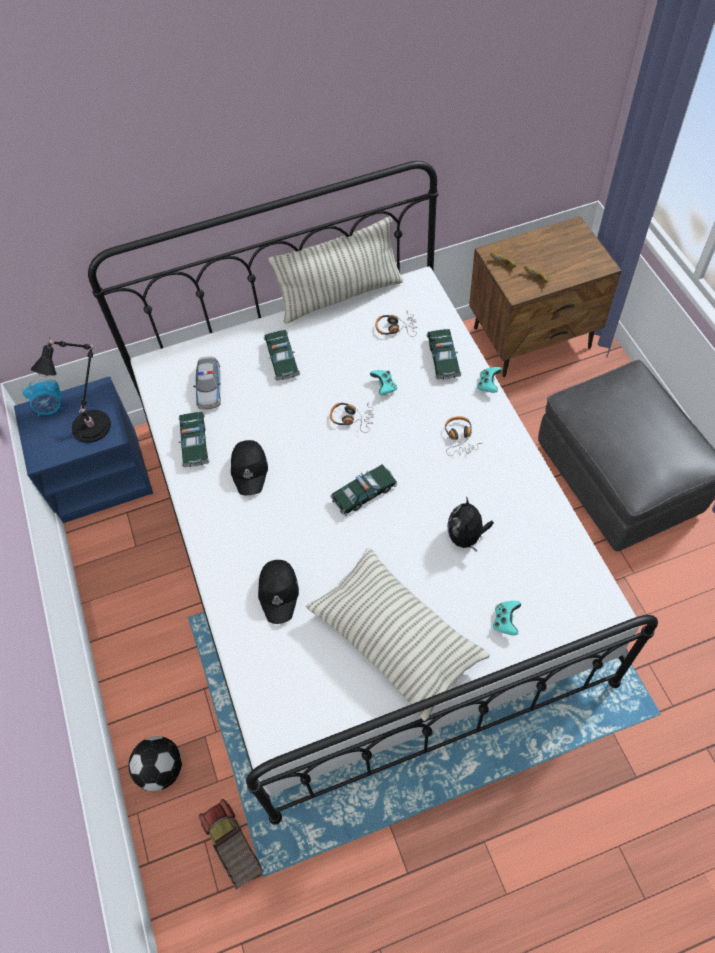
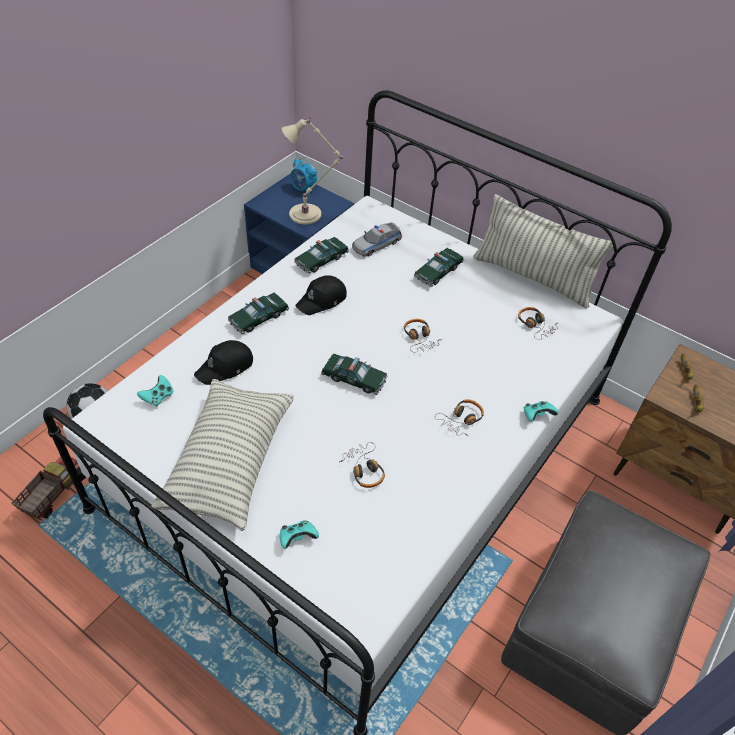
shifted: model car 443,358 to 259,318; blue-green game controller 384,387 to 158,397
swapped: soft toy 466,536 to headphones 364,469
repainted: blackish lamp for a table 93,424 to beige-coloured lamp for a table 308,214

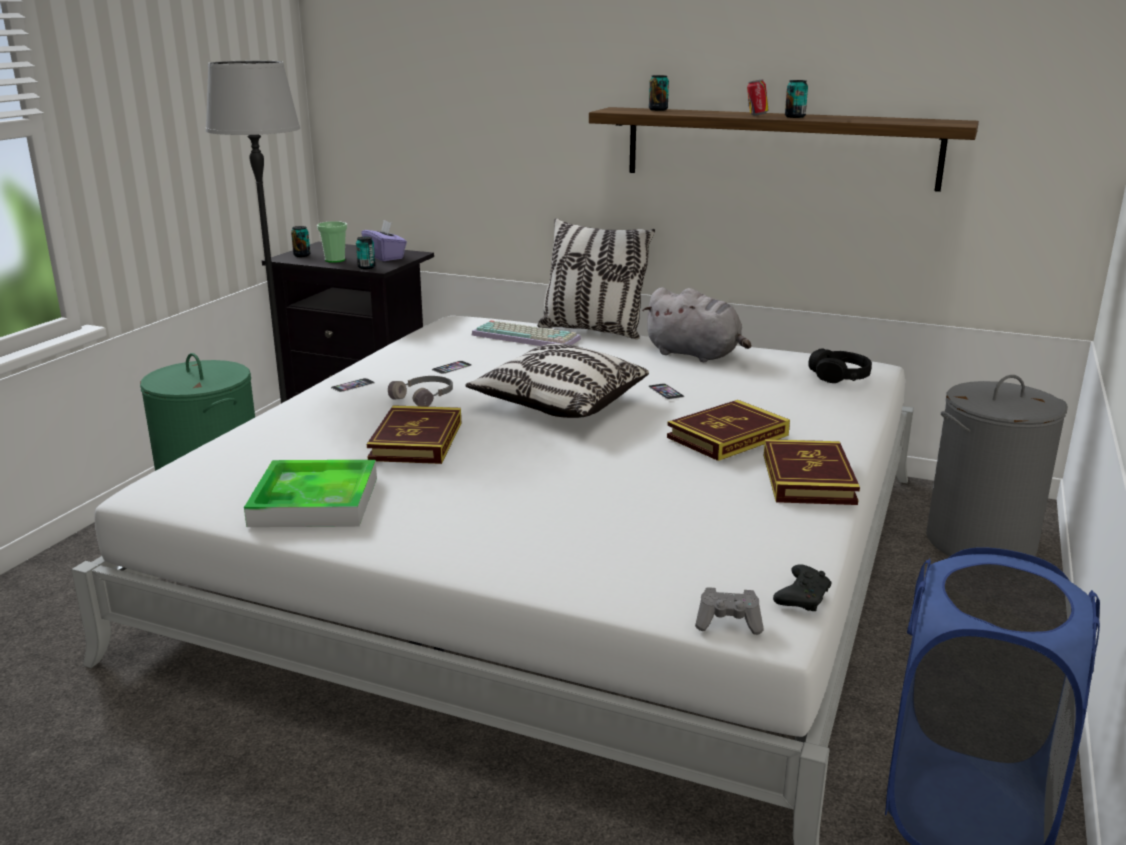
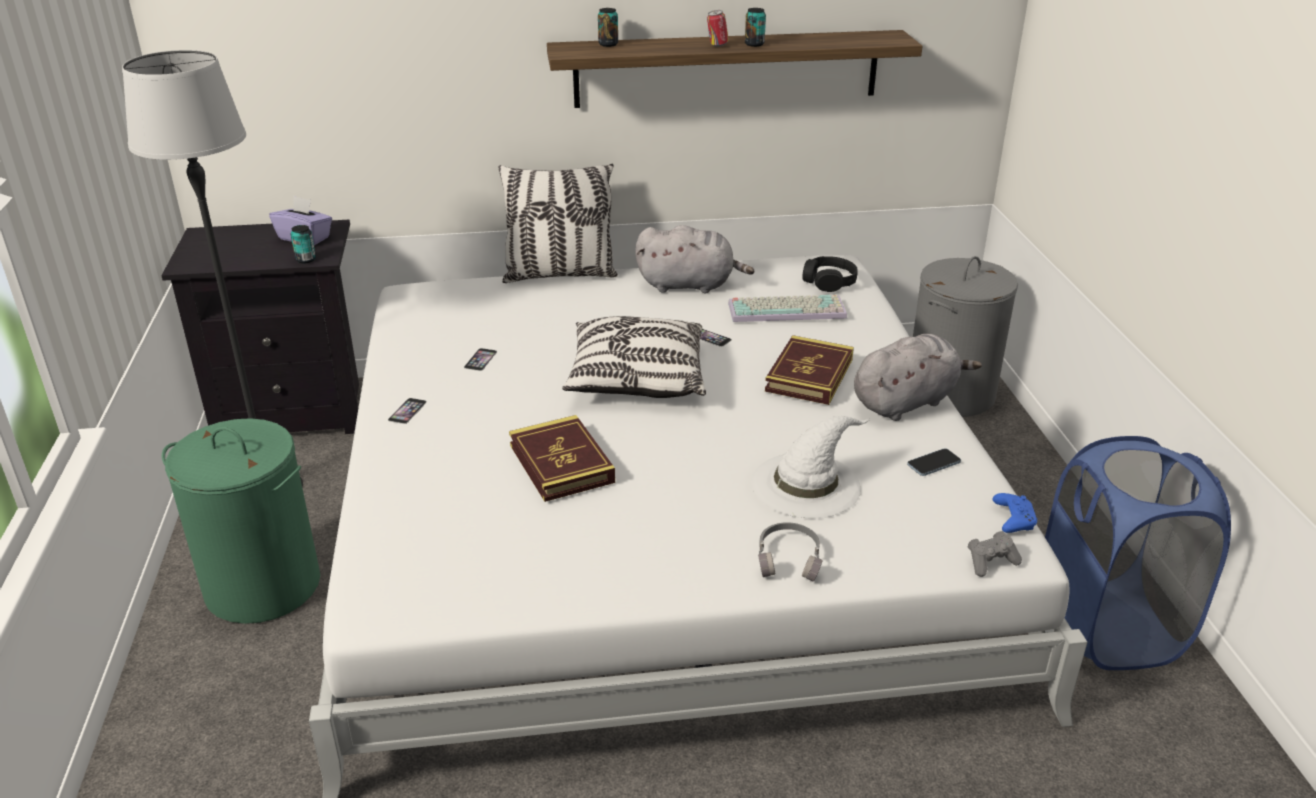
gone: drinking cup 335,260; can 302,255; carrying tray 314,501
new: white clothing hat 806,484; phone 933,464
shifted: computer keyboard 528,337 to 788,309; greyish headphones 425,397 to 789,559
swapped: bound book 808,479 to greyish soft toy 906,402
repainted: blackish game controller 802,597 to bluish game controller 1012,519

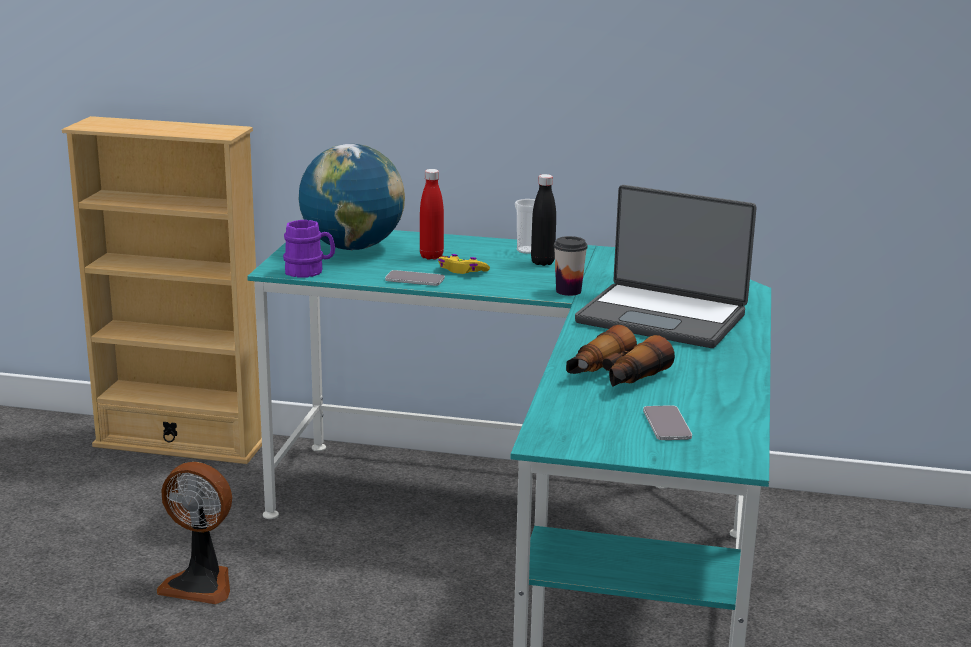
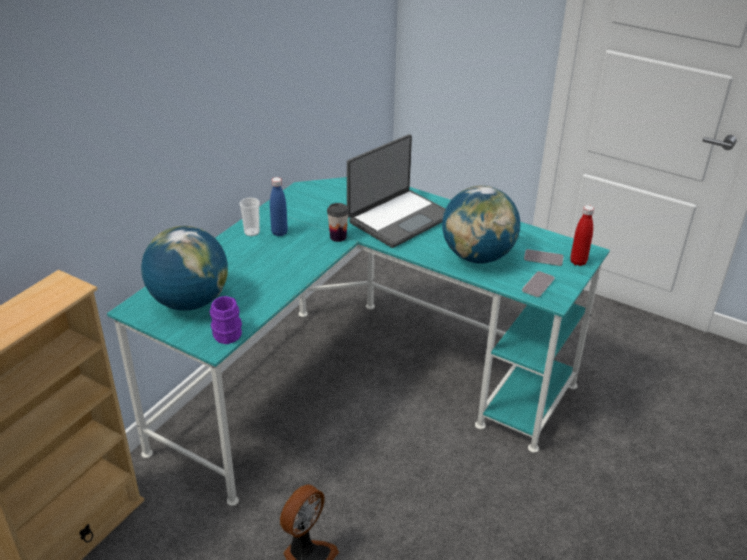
gone: yellow game controller 462,271
shifted: reddish bottle 431,256 to 578,262; phone 415,279 to 538,285
swapped: field glasses 614,377 to desk globe 477,257
repainted: blackish bottle 542,262 to bluish bottle 279,233

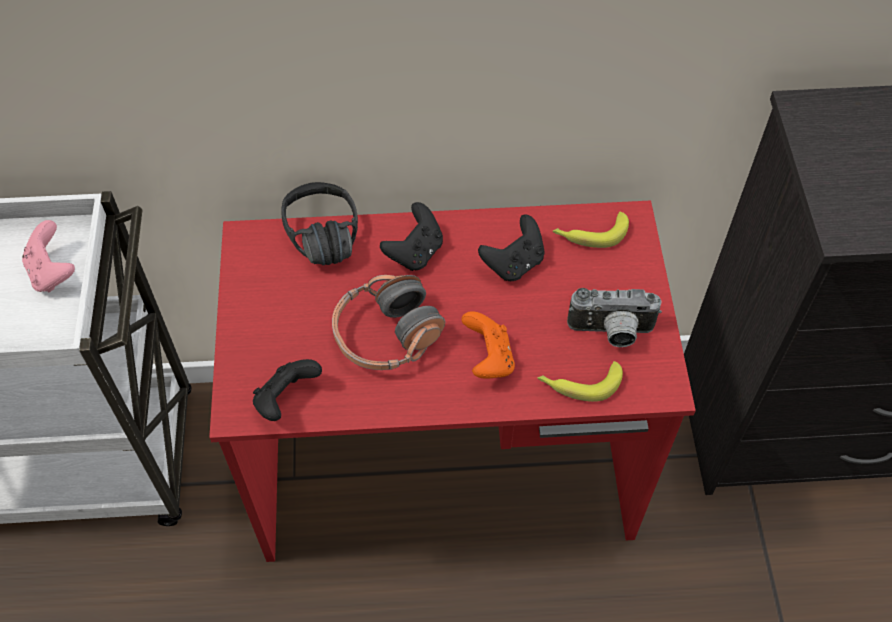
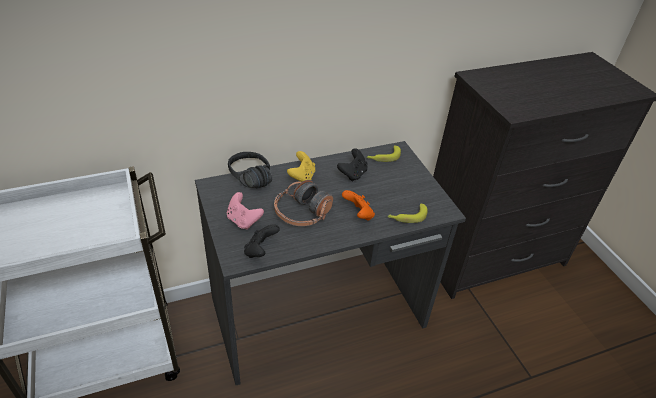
gone: photo camera 611,333
shifted: pink-coloured game controller 53,272 to 243,221
repainted: reddish desk 447,467 to greyish desk 319,314; blackish game controller 415,252 to yellow game controller 302,177

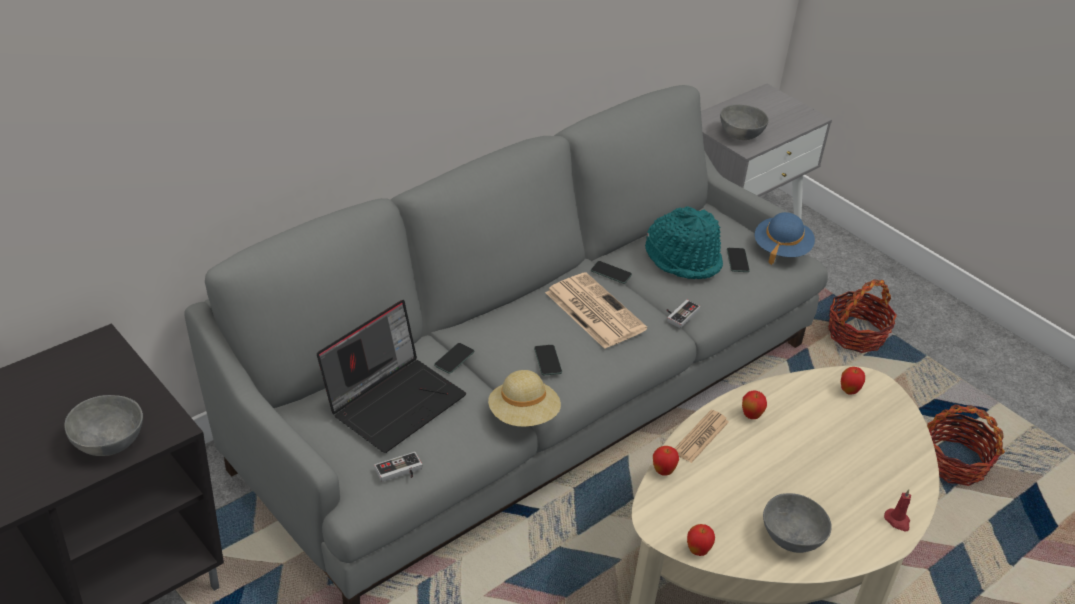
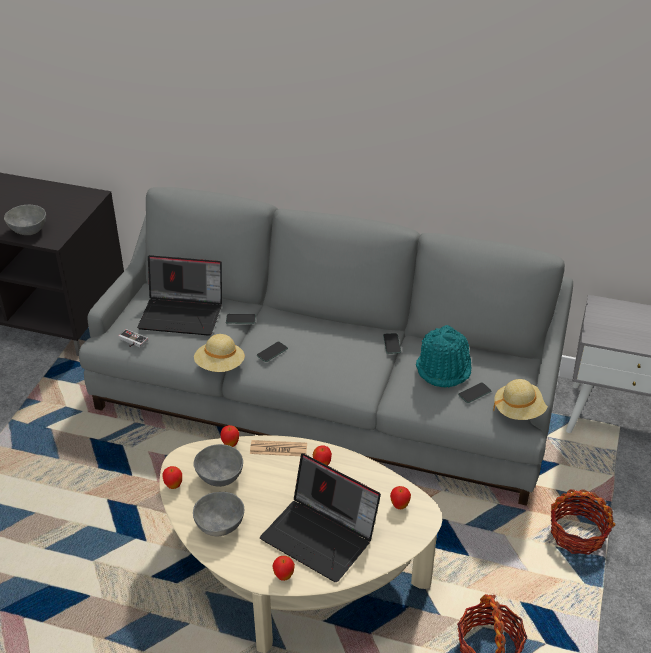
gone: newspaper 593,310; game controller 679,314
new: laptop 321,536
shifted: greyish deep dish 739,135 to 219,476
swapped: reddish wax candle 897,521 to whole apple 283,576
repainted: bluish clothing hat 781,249 to beige-coloured clothing hat 519,410

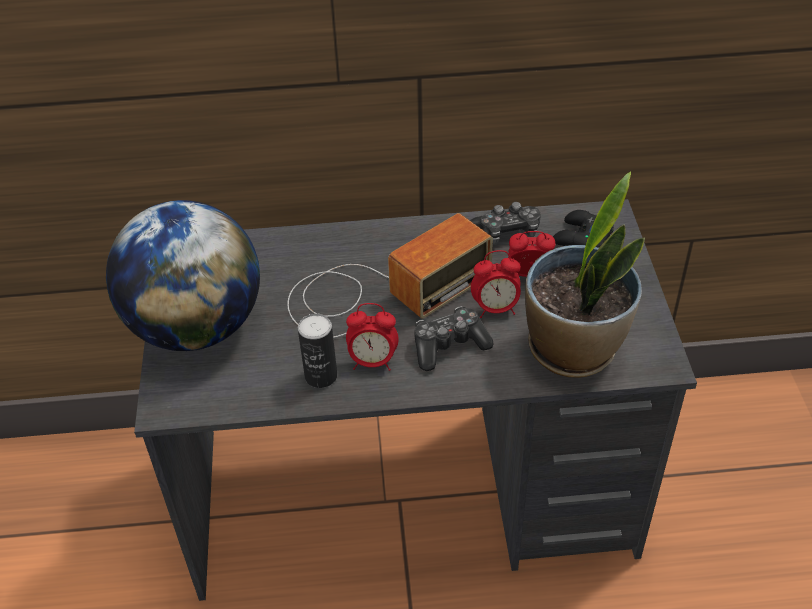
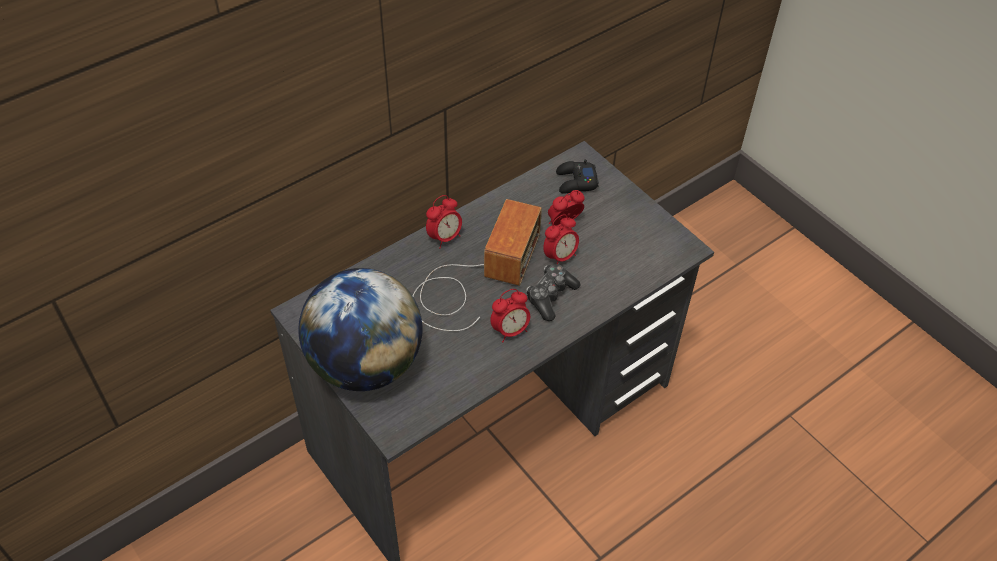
gone: houseplant 574,349; game controller 507,231; can 321,376
new: bedside clock 444,237

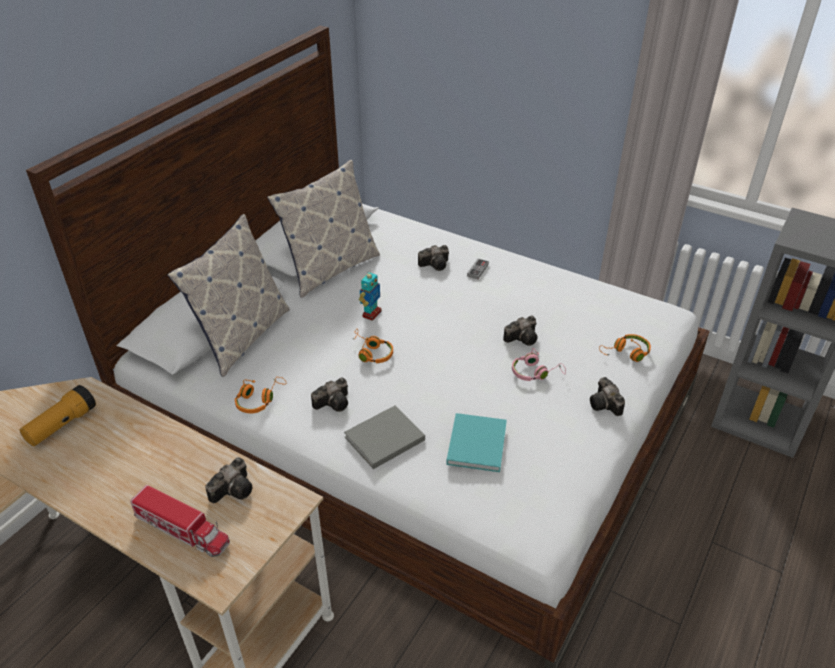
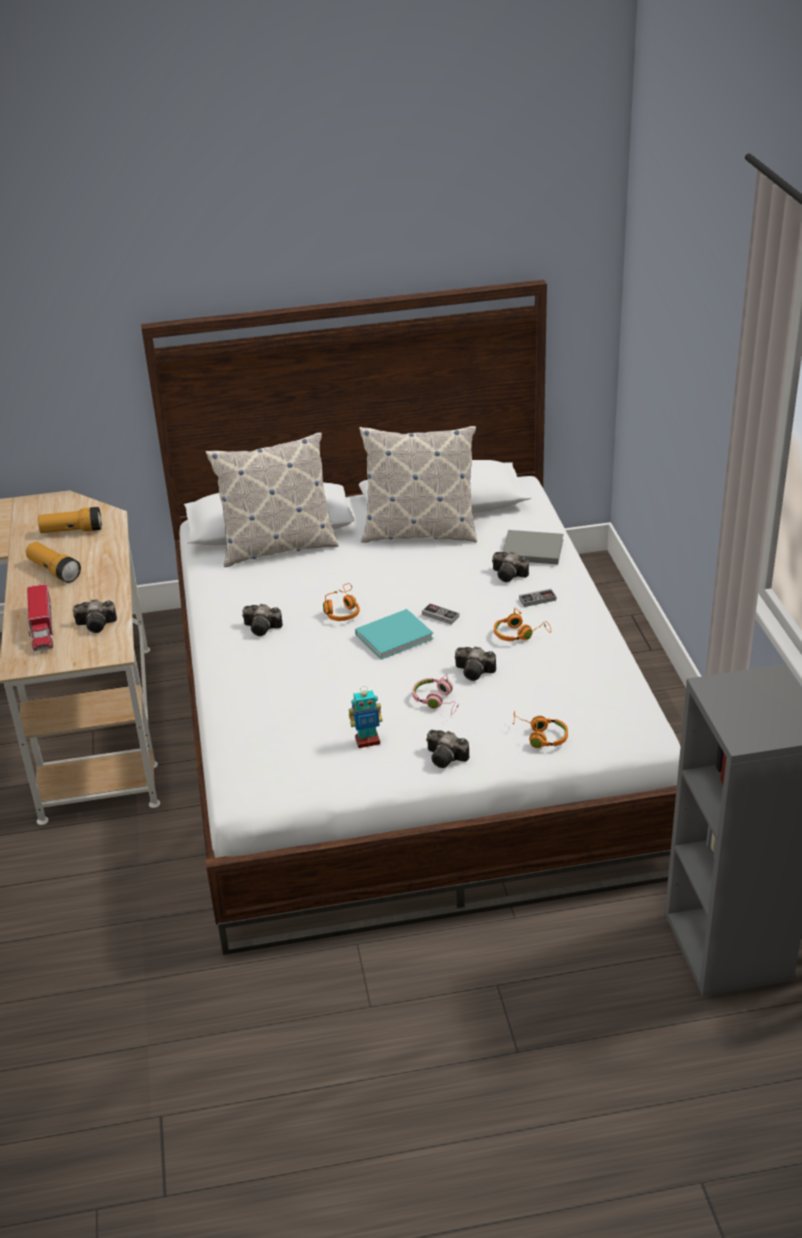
new: flashlight 54,571; game controller 440,615
shifted: robot figure 371,314 to 367,741; orange headphones 259,400 to 519,634; greyish bound book 382,439 to 530,549; blue-green bound book 477,442 to 396,636
rotated: photo camera 605,405 = 447,758 90 degrees counterclockwise

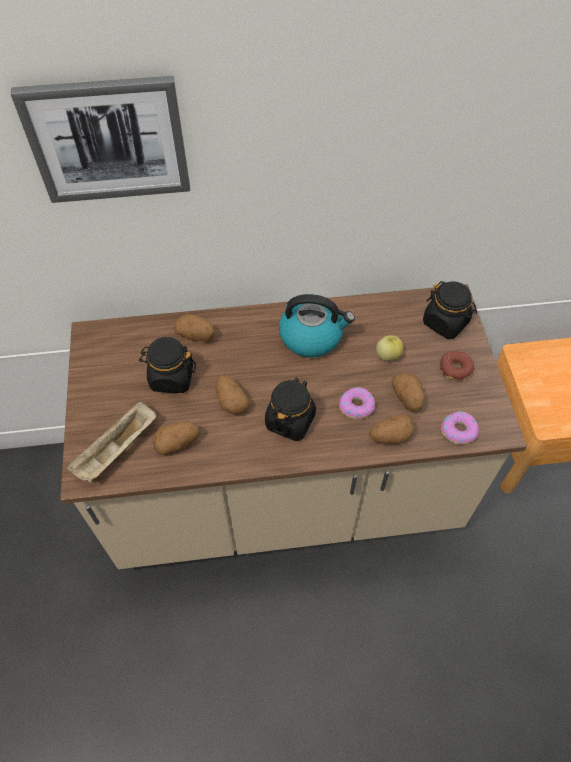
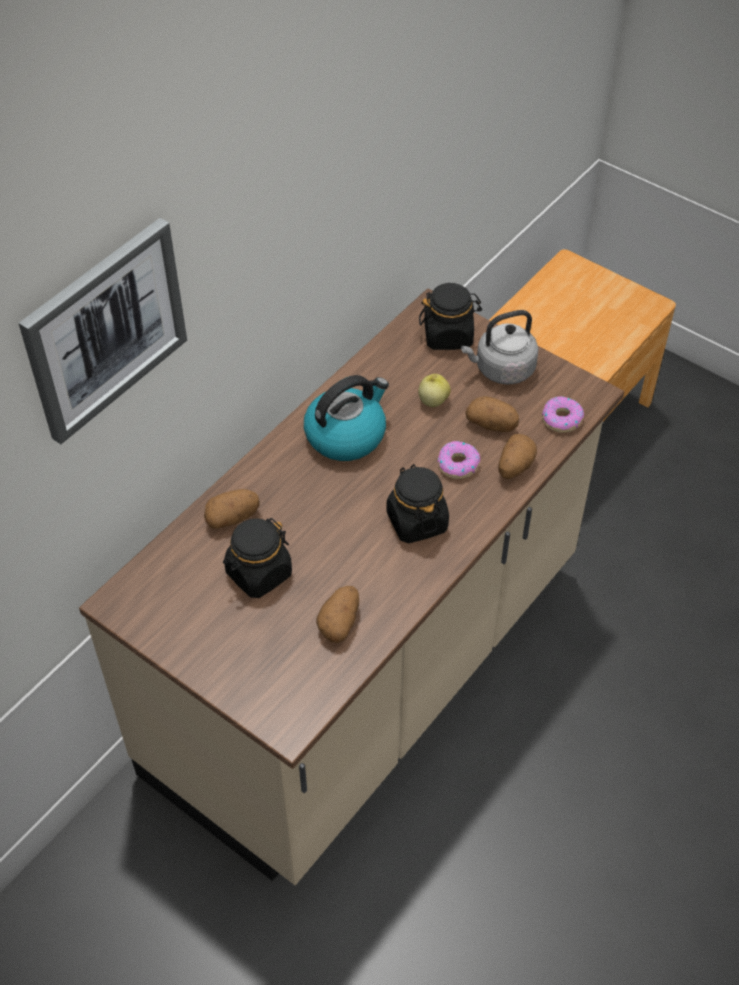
gone: potato 231,401; beige-coloured carrying tray 117,451
swapped: ring doughnut 455,369 to greyish water kettle 501,369

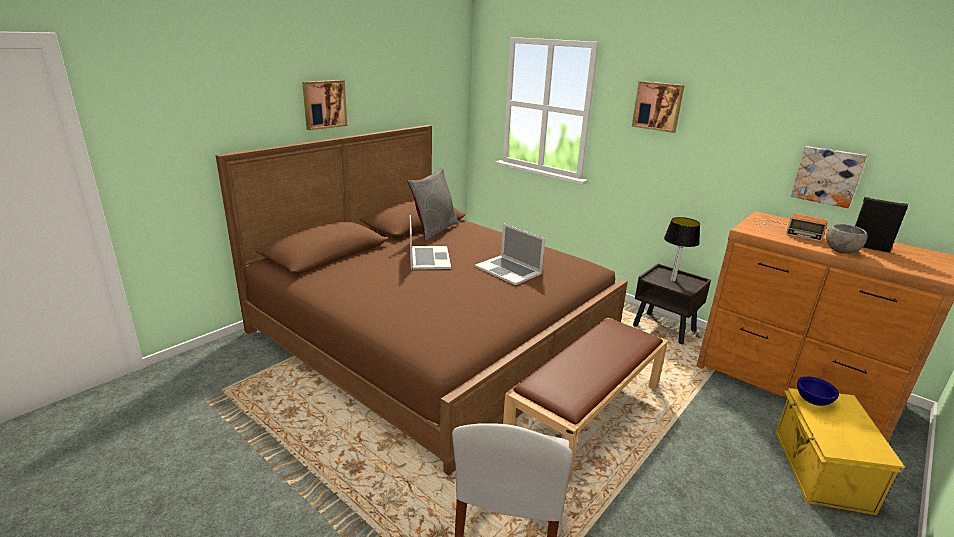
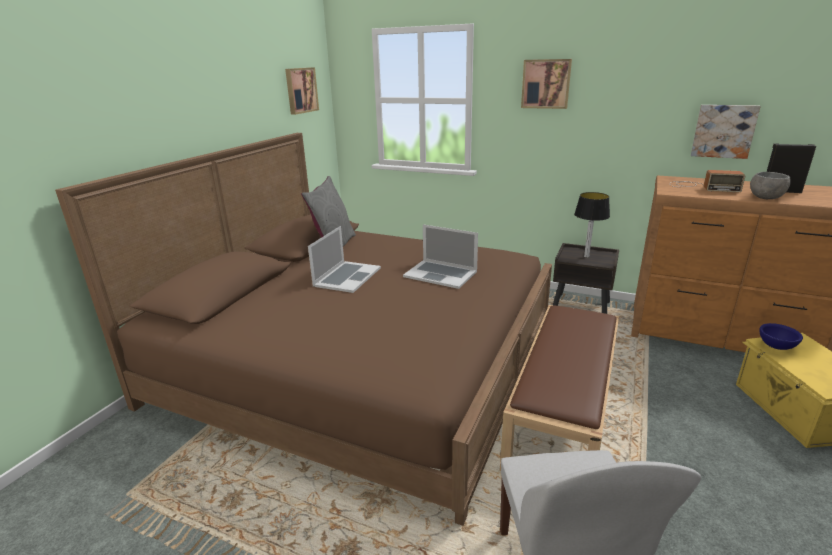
shifted: picture 324,104 to 300,90
rotated: laptop 429,258 = 347,277 45 degrees clockwise

